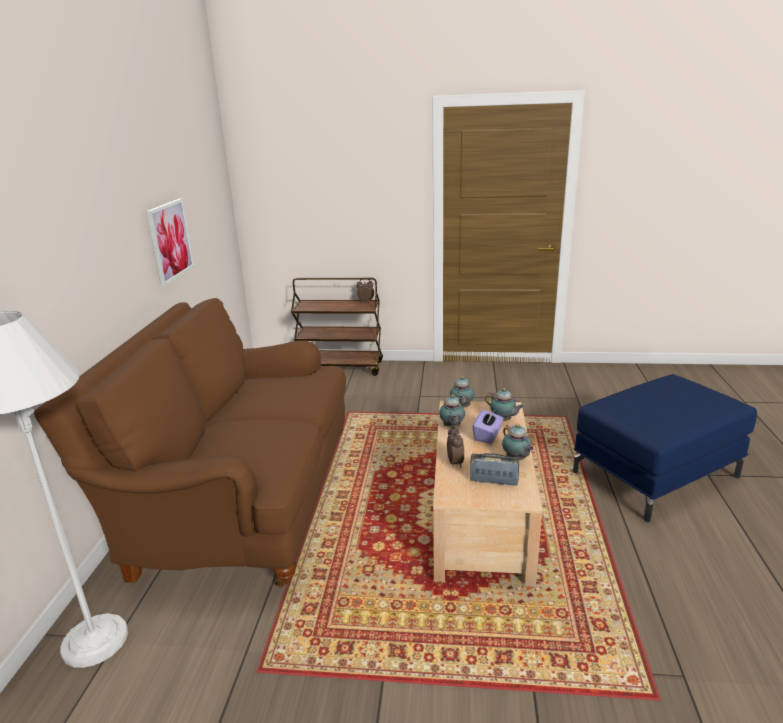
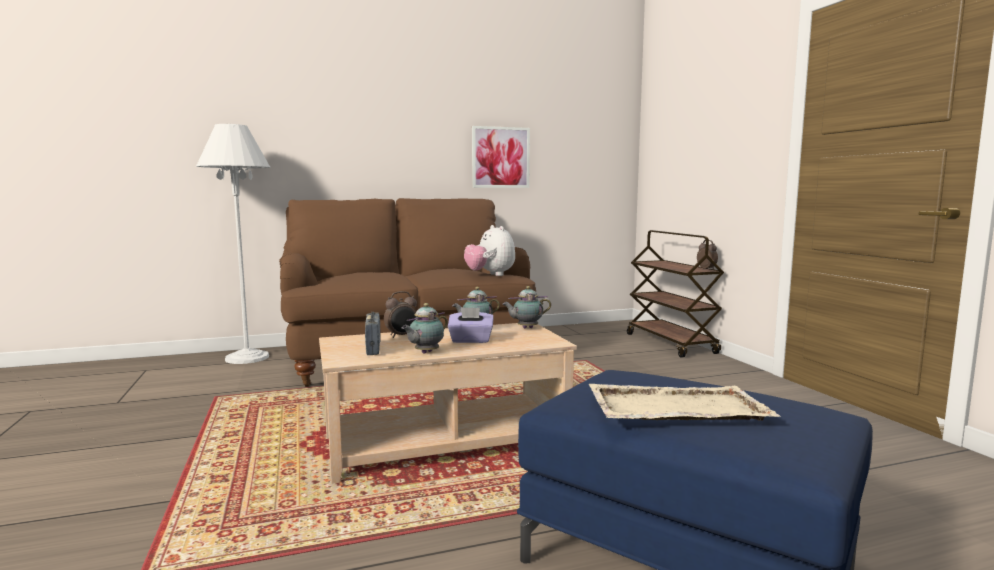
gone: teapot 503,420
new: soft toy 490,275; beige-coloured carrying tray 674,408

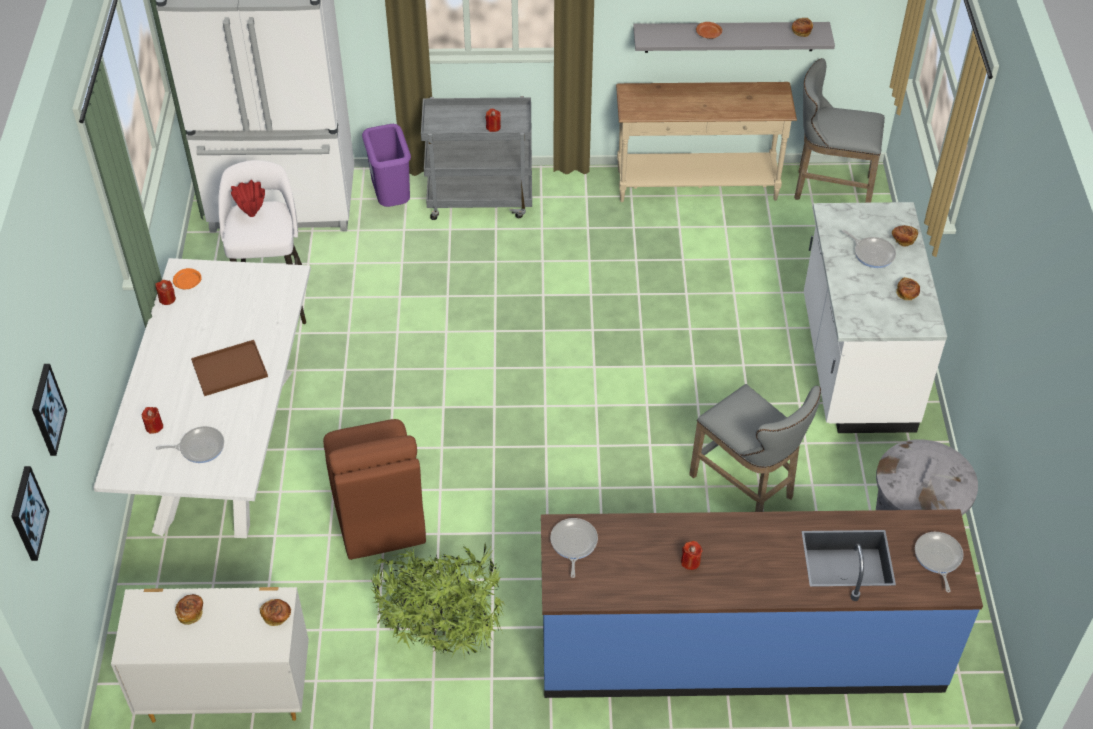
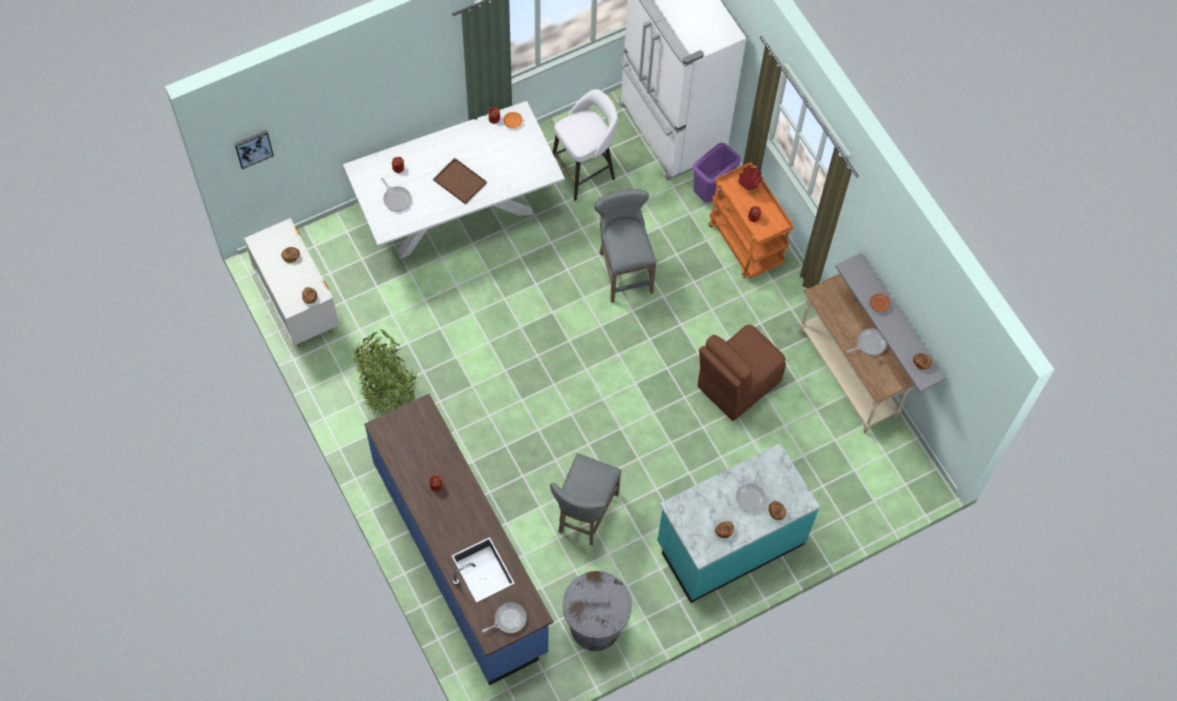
gone: picture 47,410
shifted: greyish stool 828,189 to 623,269; reddish flower vase 252,214 to 748,188; brown-coloured upright chair 378,515 to 736,385; frying pan 573,544 to 869,343
repainted: greyish cart 481,200 to orange cart 746,245; white kitchen base unit 854,365 to blue-green kitchen base unit 729,543

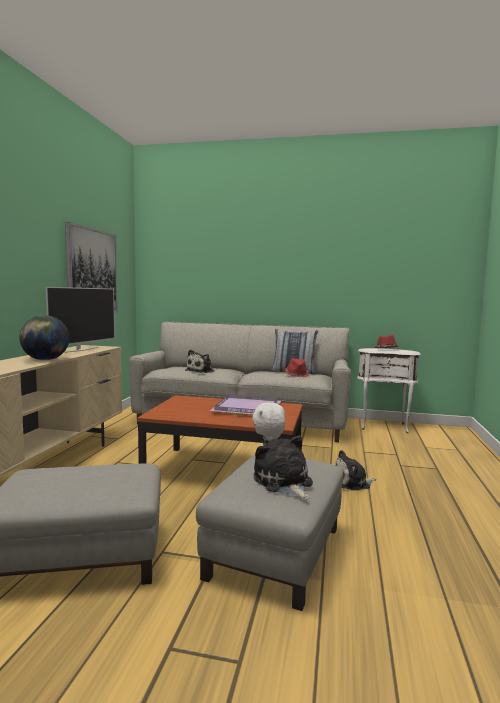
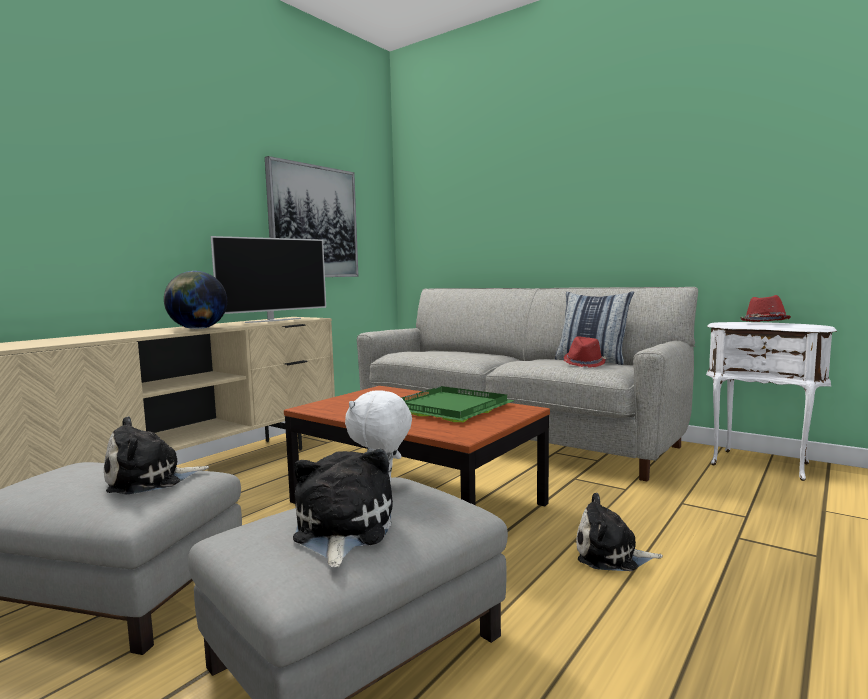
shifted: soft toy 201,371 to 150,480
repainted: purplish carrying tray 248,408 to green carrying tray 450,409

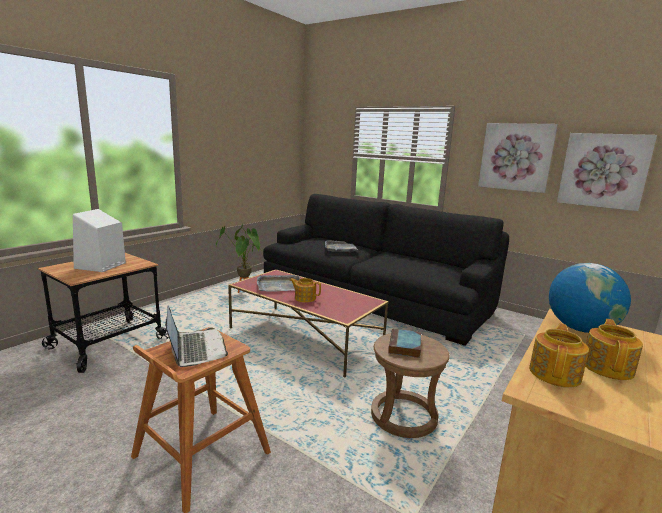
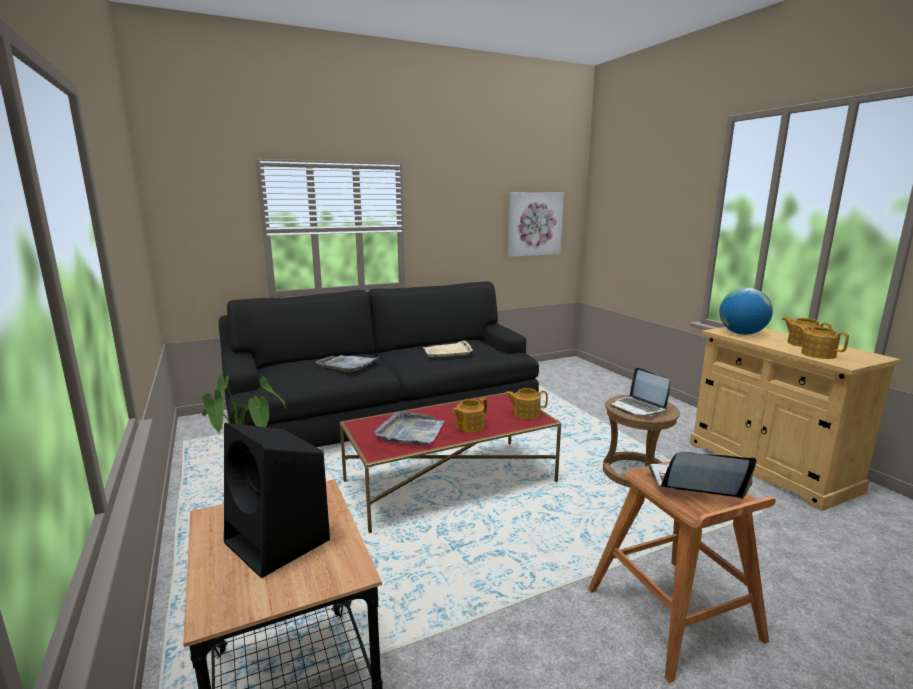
gone: picture 516,157
new: beige-coloured carrying tray 448,352; teapot 525,413
swapped: bound book 405,346 to laptop 638,407
repainted: white audio speaker 100,266 to blackish audio speaker 279,542

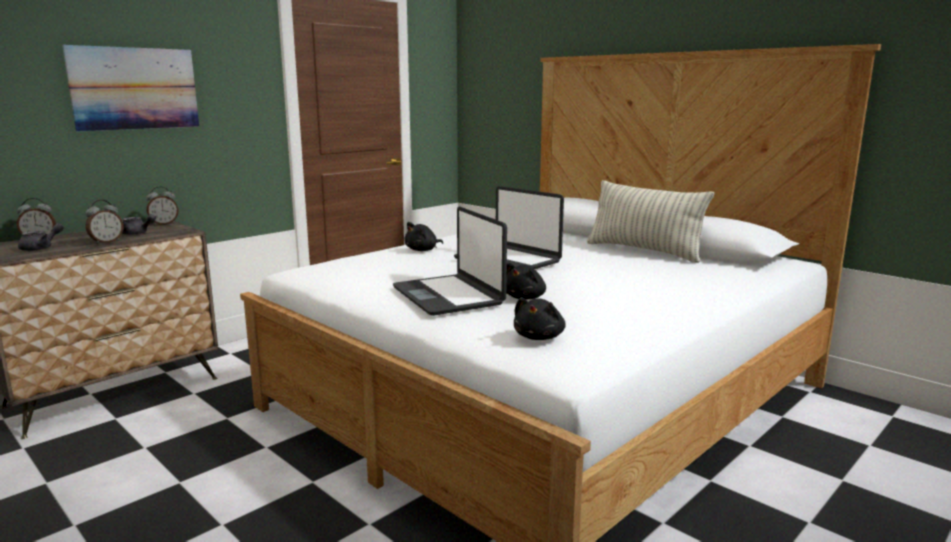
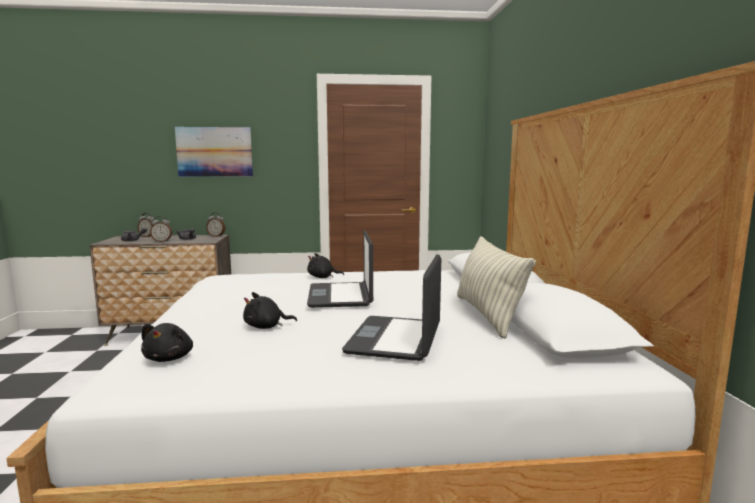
shifted: laptop 449,296 to 396,339
rotated: blackish soft toy 539,337 = 170,358 60 degrees counterclockwise

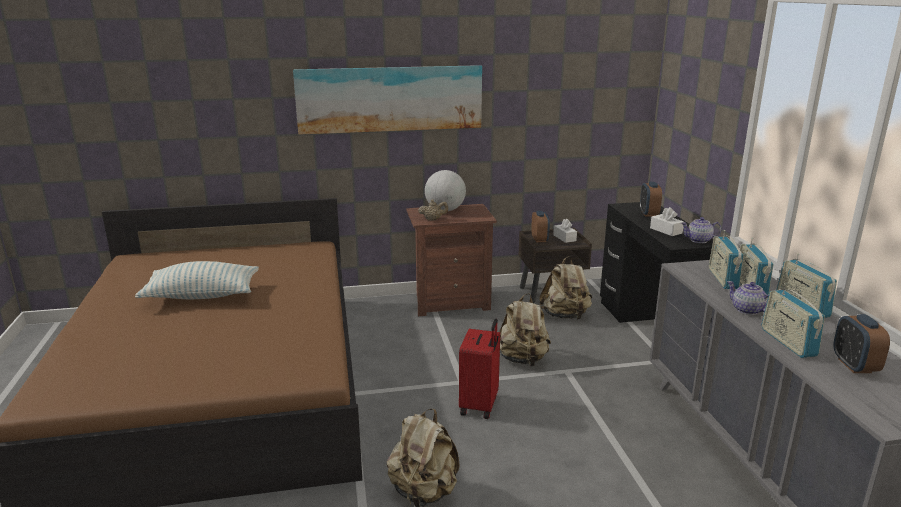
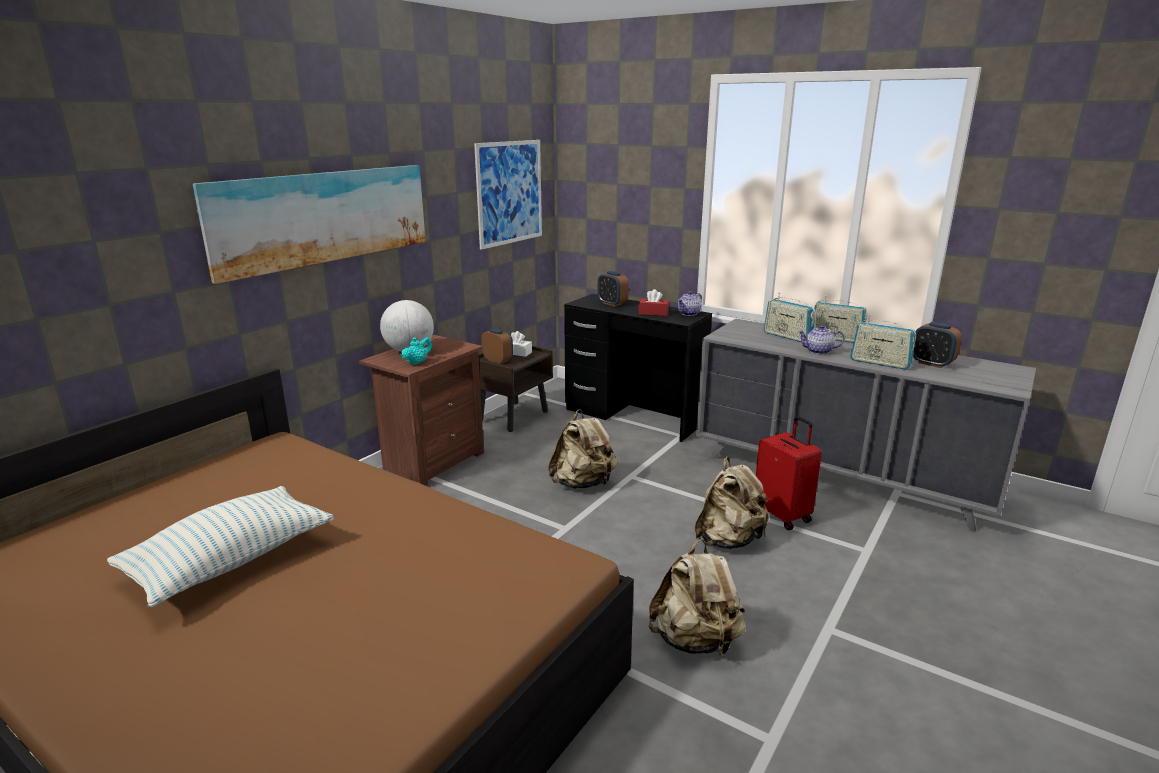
gone: radio set 723,279
new: picture 509,193
shifted: beige-coloured rucksack 565,316 to 729,540; reddish piece of luggage 480,405 to 783,515
repainted: beige-coloured teapot 433,219 to blue-green teapot 417,363; white tissue box 666,230 to reddish tissue box 653,313

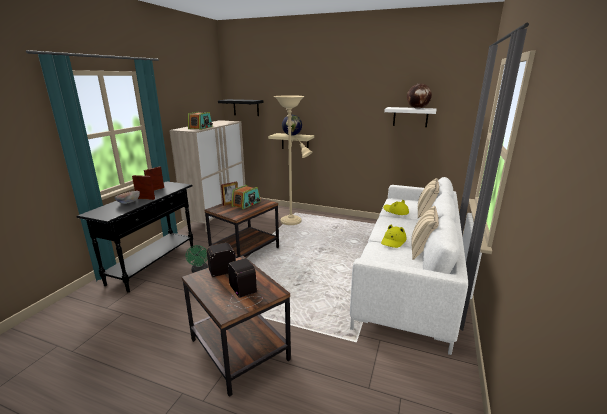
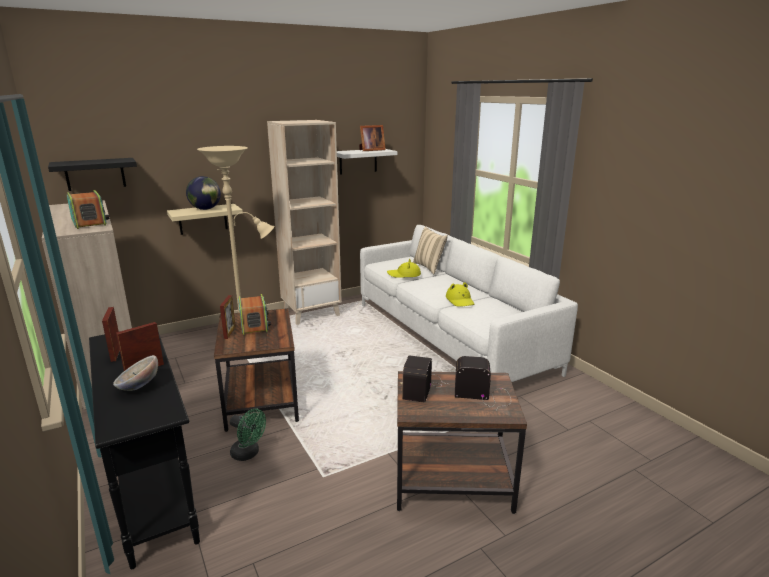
gone: beige-coloured throw pillow 422,251
new: beige-coloured shelving unit 311,313
swapped: desk globe 417,108 to picture frame 371,150

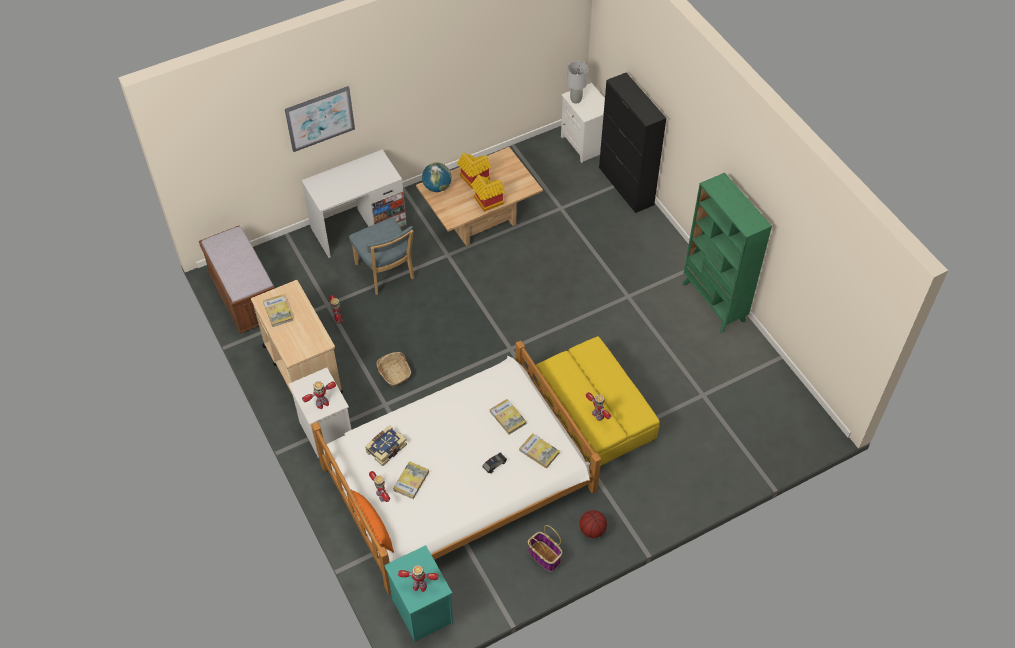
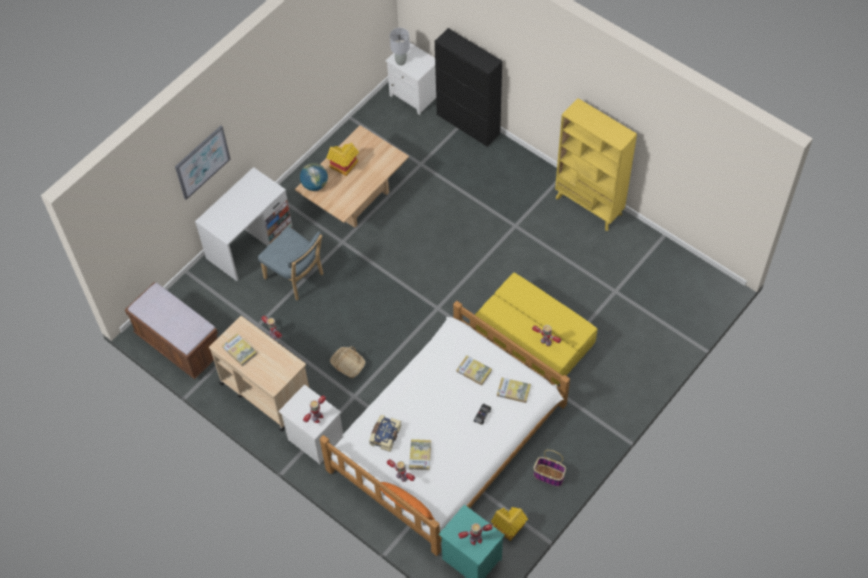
gone: basketball ball 592,530
shifted: toy house 486,203 to 508,529
repainted: green shelving unit 713,302 to yellow shelving unit 589,206

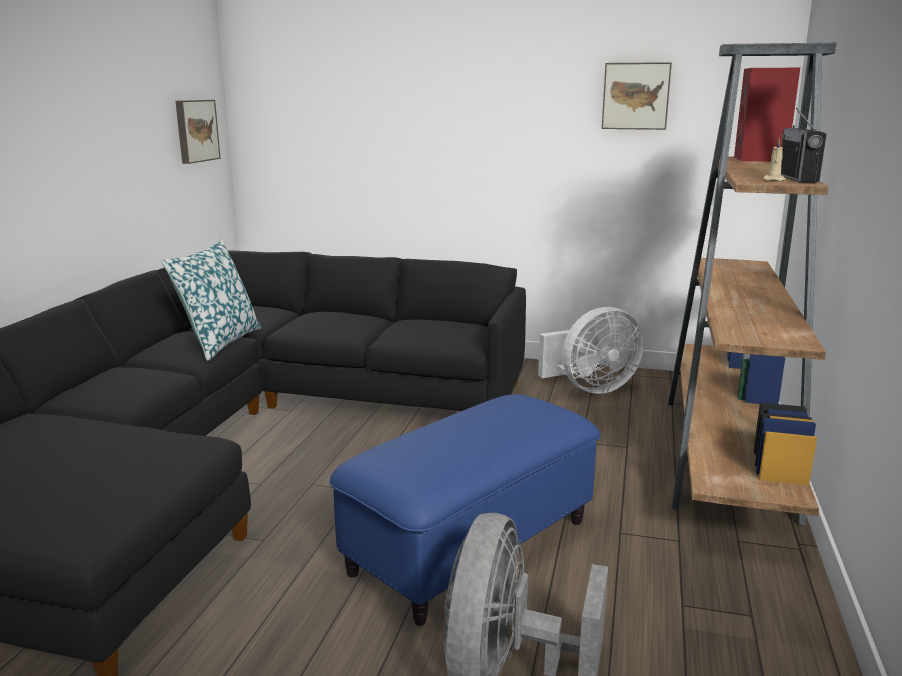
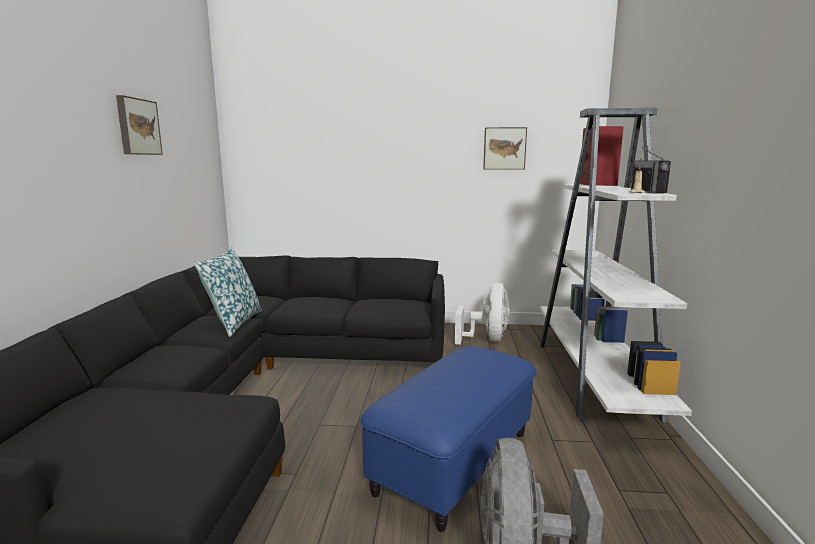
shifted: picture 195,130 to 137,127
repainted: brown-coloured shelving unit 726,456 to white shelving unit 593,378
rotated: white electric fan 591,388 = 487,339 45 degrees counterclockwise

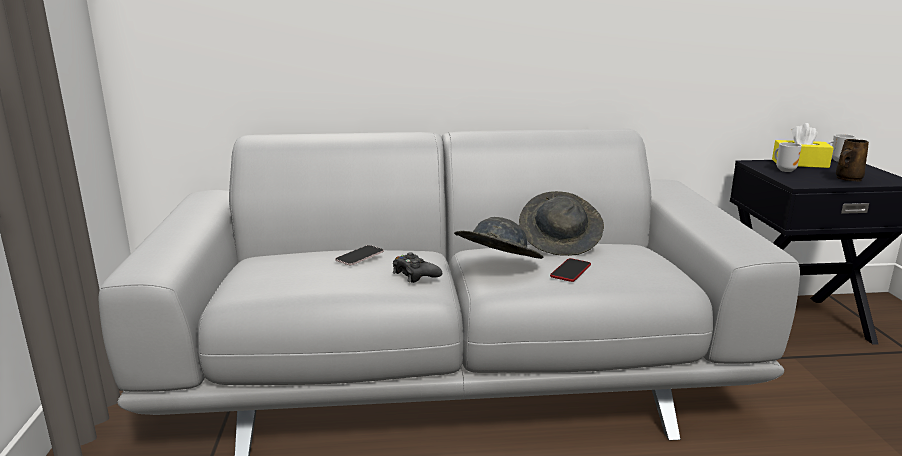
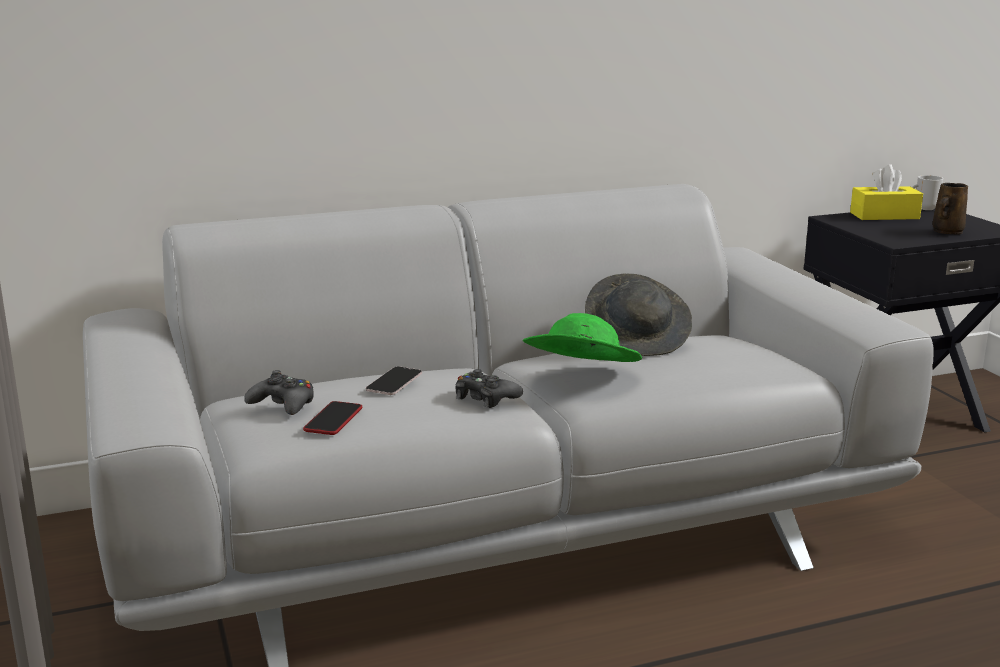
gone: mug 785,170
new: blackish game controller 283,404
shifted: phone 570,271 to 333,419
repainted: greyish clothing hat 496,265 to green clothing hat 580,376

